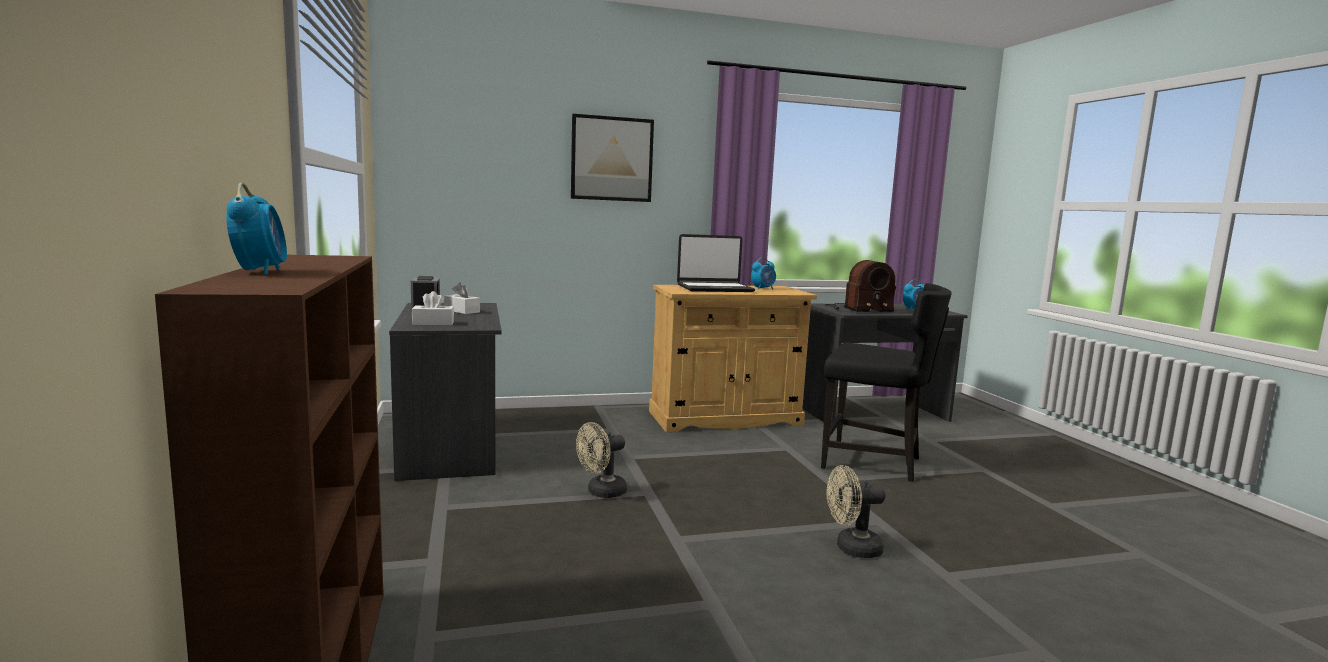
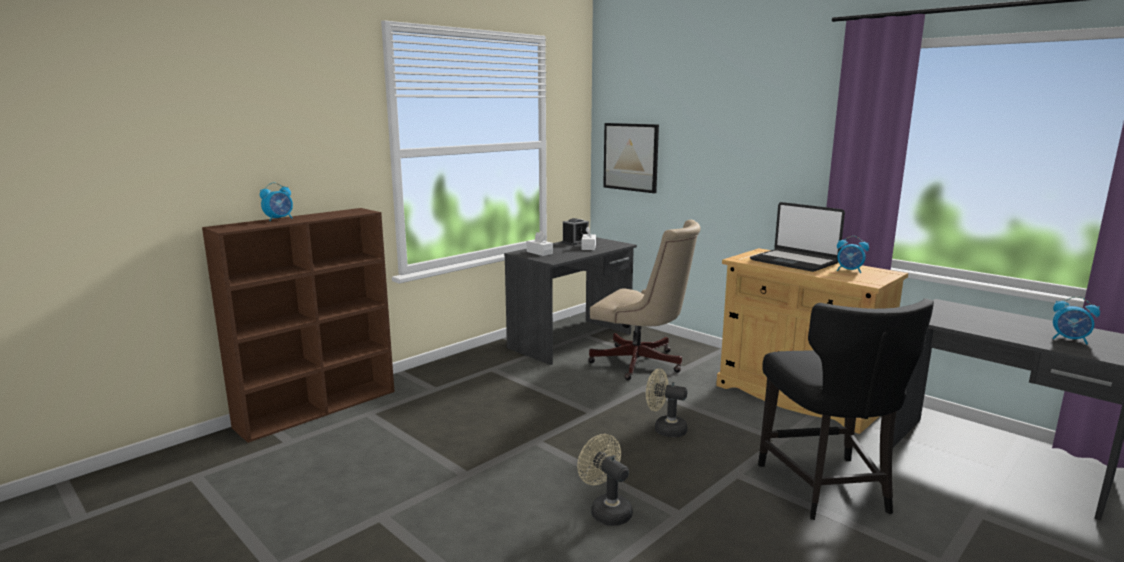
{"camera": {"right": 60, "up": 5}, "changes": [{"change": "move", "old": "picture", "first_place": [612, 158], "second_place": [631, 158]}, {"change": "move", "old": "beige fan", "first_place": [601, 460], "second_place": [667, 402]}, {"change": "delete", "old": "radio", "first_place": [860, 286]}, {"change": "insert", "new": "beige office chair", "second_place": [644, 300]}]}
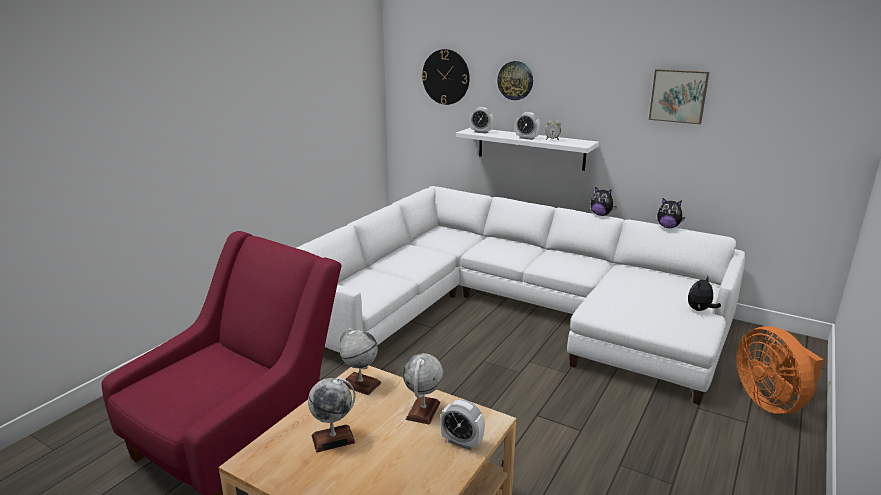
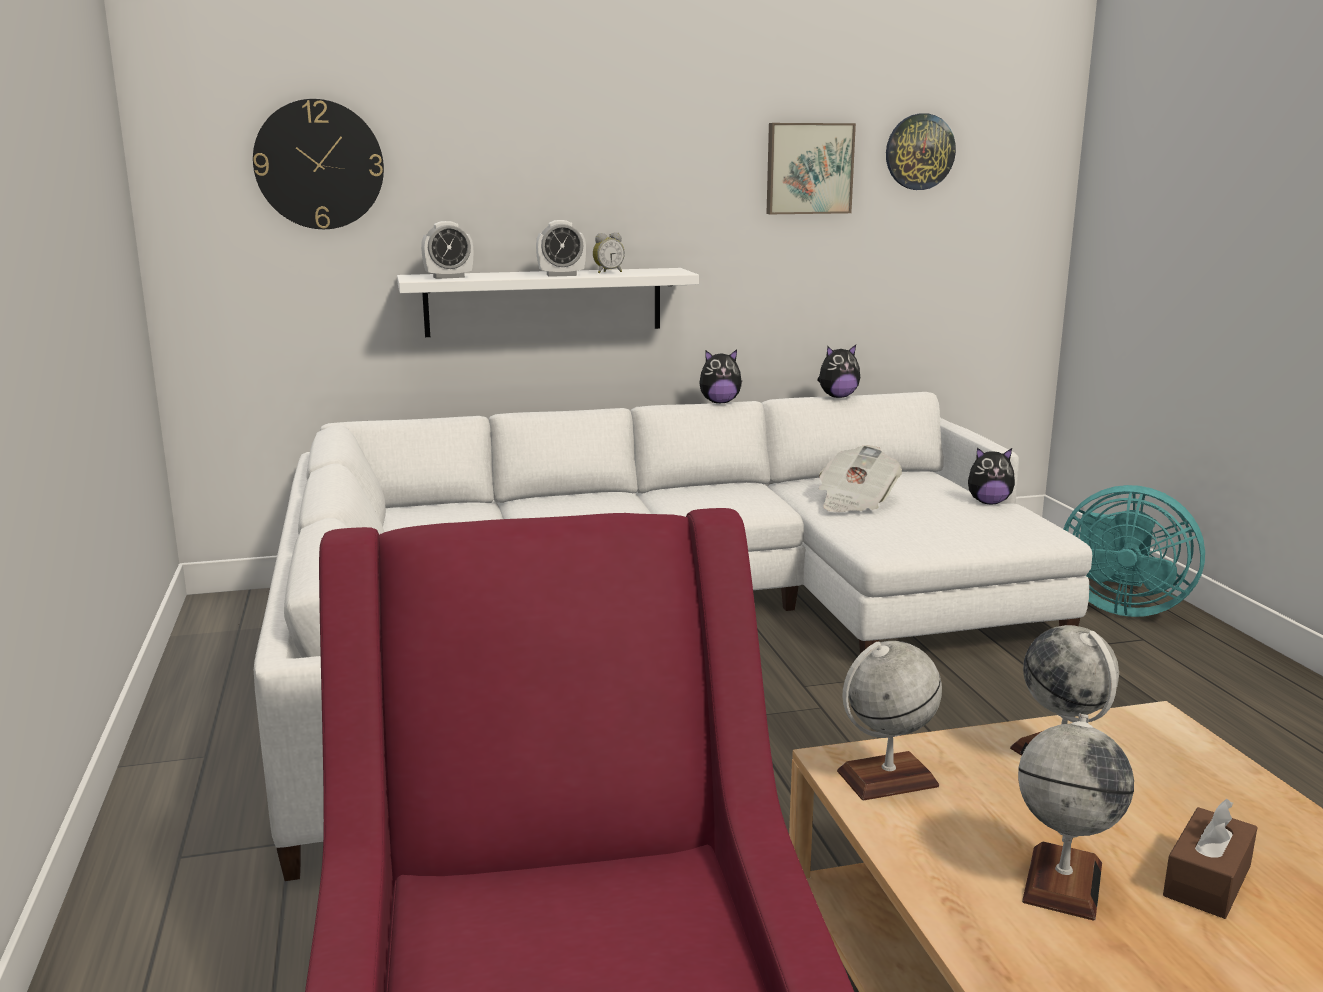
{"camera": {"right": -45, "up": -5}, "changes": [{"change": "delete", "old": "alarm clock", "first_place": [462, 424]}, {"change": "move", "old": "wall clock", "first_place": [515, 80], "second_place": [921, 151]}, {"change": "rotate", "old": "plush toy", "first_place": [704, 293], "second_place": [991, 476], "degrees": -90}, {"change": "recolor", "old": "orange fan", "new": "turquoise fan", "first_place": [780, 370], "second_place": [1134, 551]}, {"change": "insert", "new": "newspaper", "second_place": [860, 478]}, {"change": "insert", "new": "brown tissue box", "second_place": [1210, 859]}]}
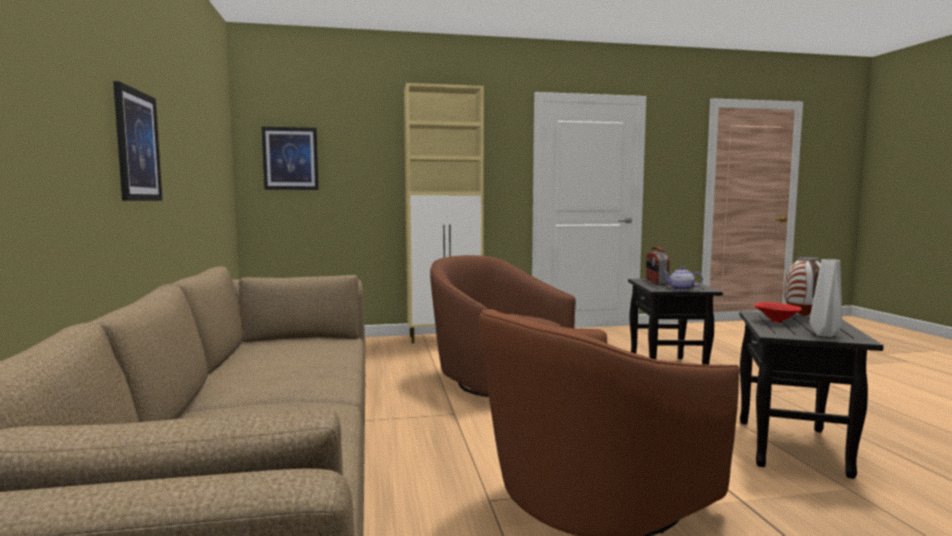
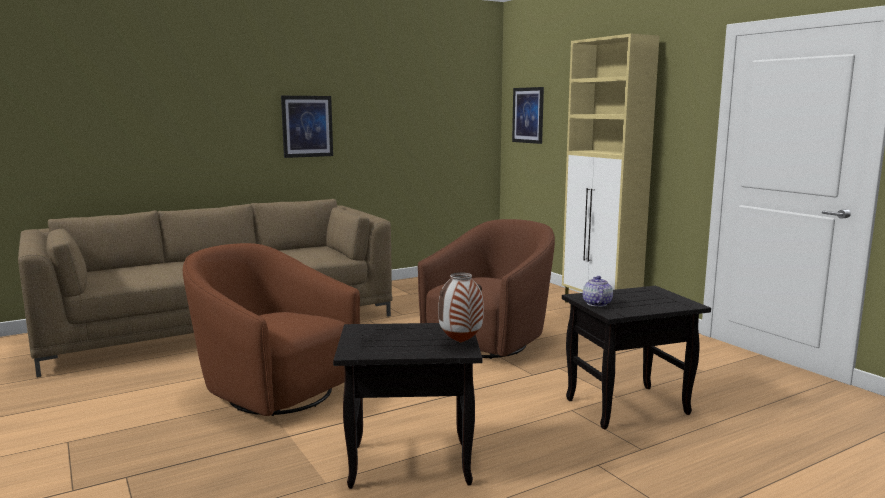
{"camera": {"right": 70, "up": 5}, "changes": [{"change": "delete", "old": "radio", "first_place": [657, 266]}, {"change": "delete", "old": "red bowl", "first_place": [777, 312]}, {"change": "delete", "old": "grey vase", "first_place": [825, 298]}]}
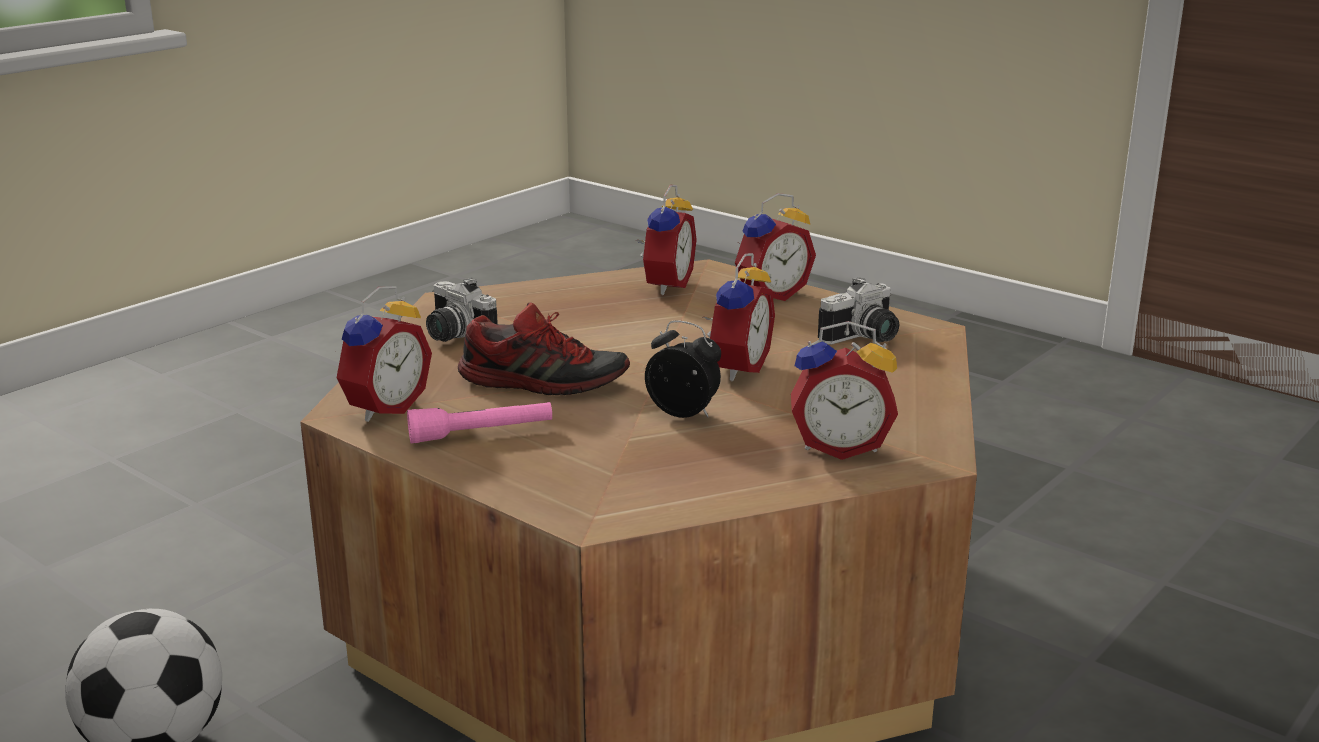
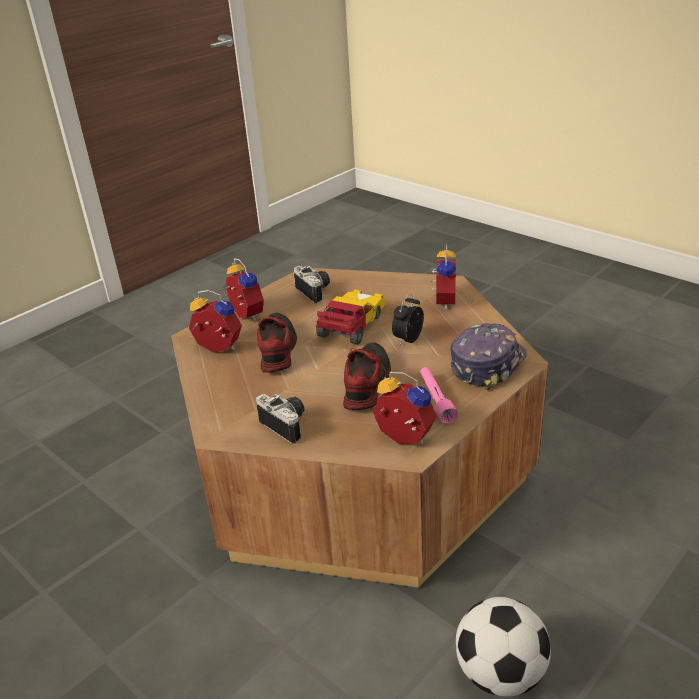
{"camera": {"right": -85, "up": 10}, "changes": [{"change": "rotate", "old": "photo camera", "first_place": [462, 310], "second_place": [280, 419], "degrees": -90}, {"change": "replace", "old": "alarm clock", "new": "toy car", "first_place": [739, 317], "second_place": [350, 316]}, {"change": "insert", "new": "shoe", "second_place": [277, 343]}, {"change": "insert", "new": "cap", "second_place": [488, 356]}]}
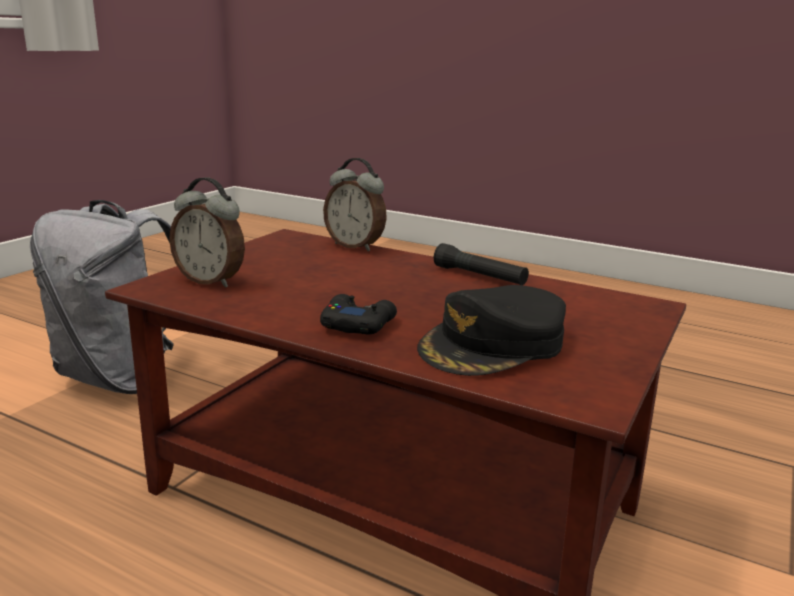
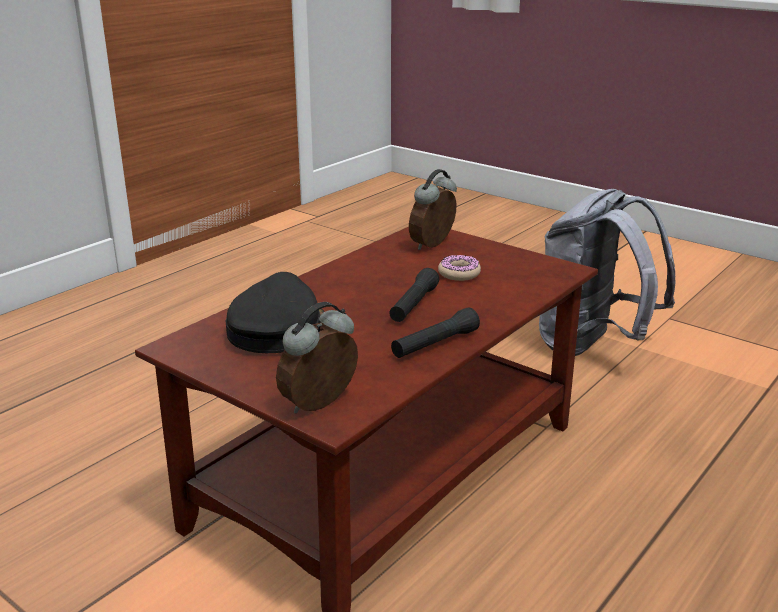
{"camera": {"right": 100, "up": 5}, "changes": [{"change": "delete", "old": "black game controller", "first_place": [358, 314]}, {"change": "move", "old": "alarm clock", "first_place": [355, 204], "second_place": [317, 358]}, {"change": "rotate", "old": "black cap", "first_place": [491, 330], "second_place": [275, 312], "degrees": 45}, {"change": "insert", "new": "black flashlight", "second_place": [414, 295]}, {"change": "insert", "new": "donut", "second_place": [459, 268]}]}
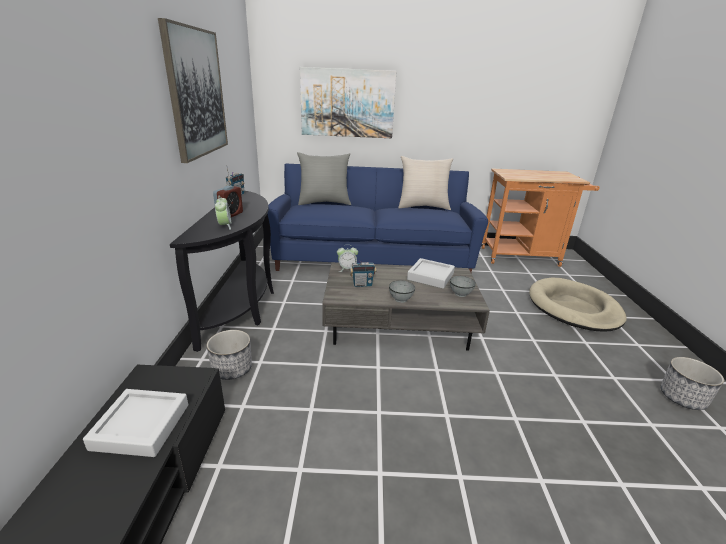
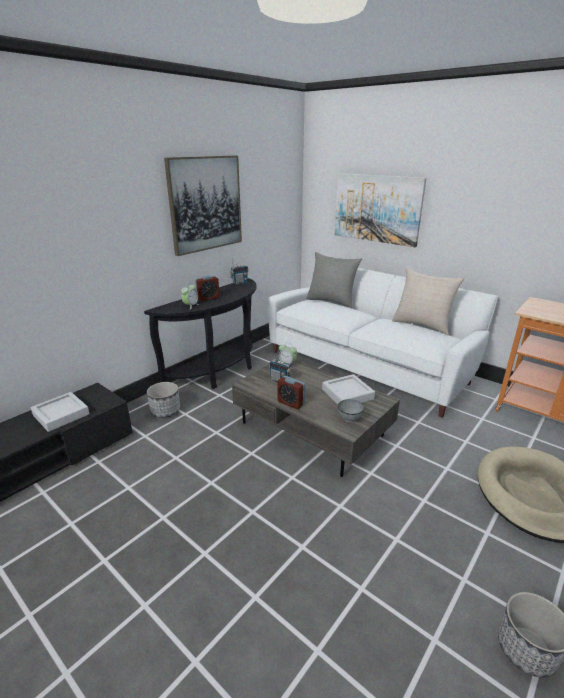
{"camera": {"right": 40, "up": 0}, "changes": [{"change": "recolor", "old": "blue sofa", "new": "white sofa", "first_place": [377, 218], "second_place": [382, 342]}, {"change": "replace", "old": "grey bowl", "new": "alarm clock", "first_place": [402, 291], "second_place": [292, 392]}]}
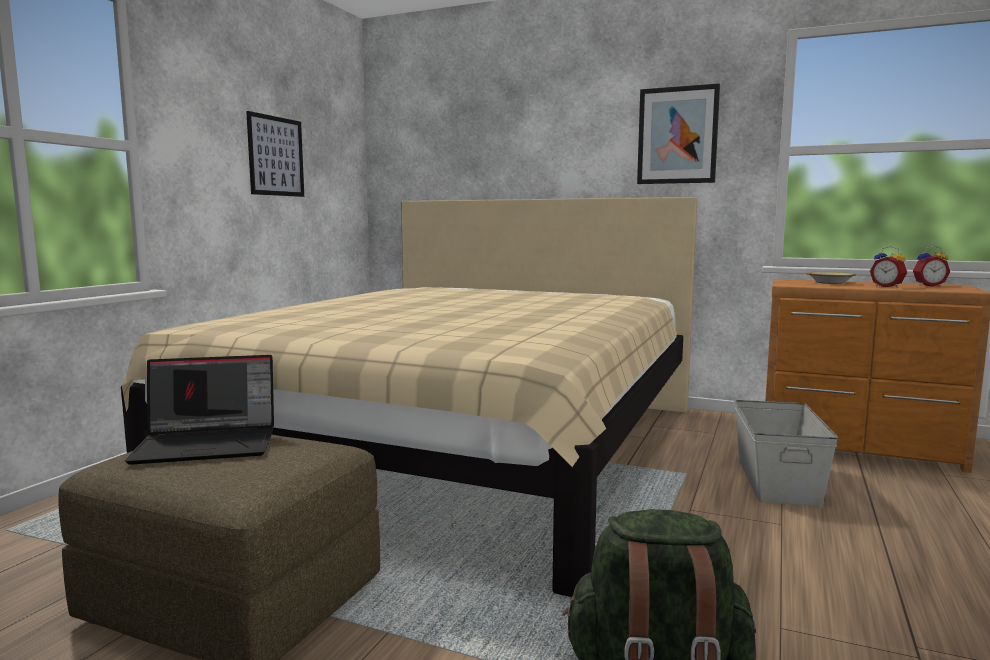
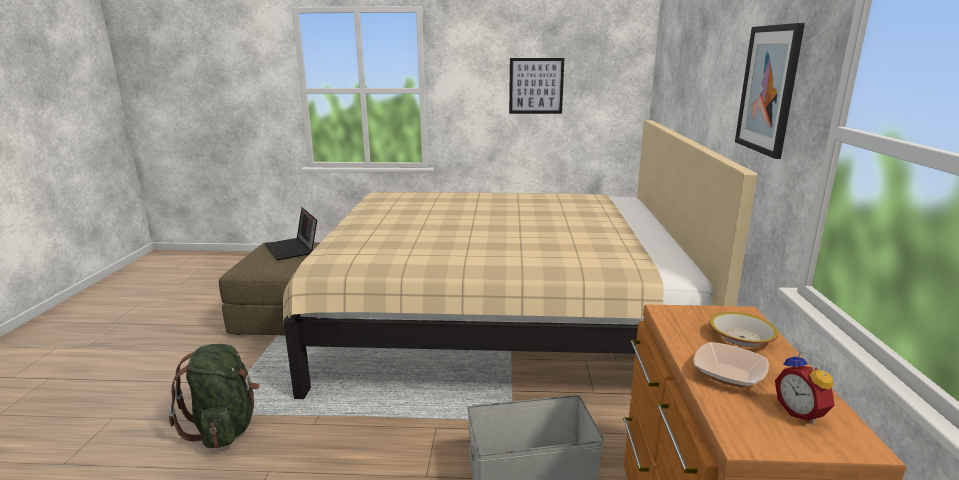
{"camera": {"right": 70, "up": 10}, "changes": [{"change": "replace", "old": "alarm clock", "new": "bowl", "first_place": [888, 267], "second_place": [731, 365]}]}
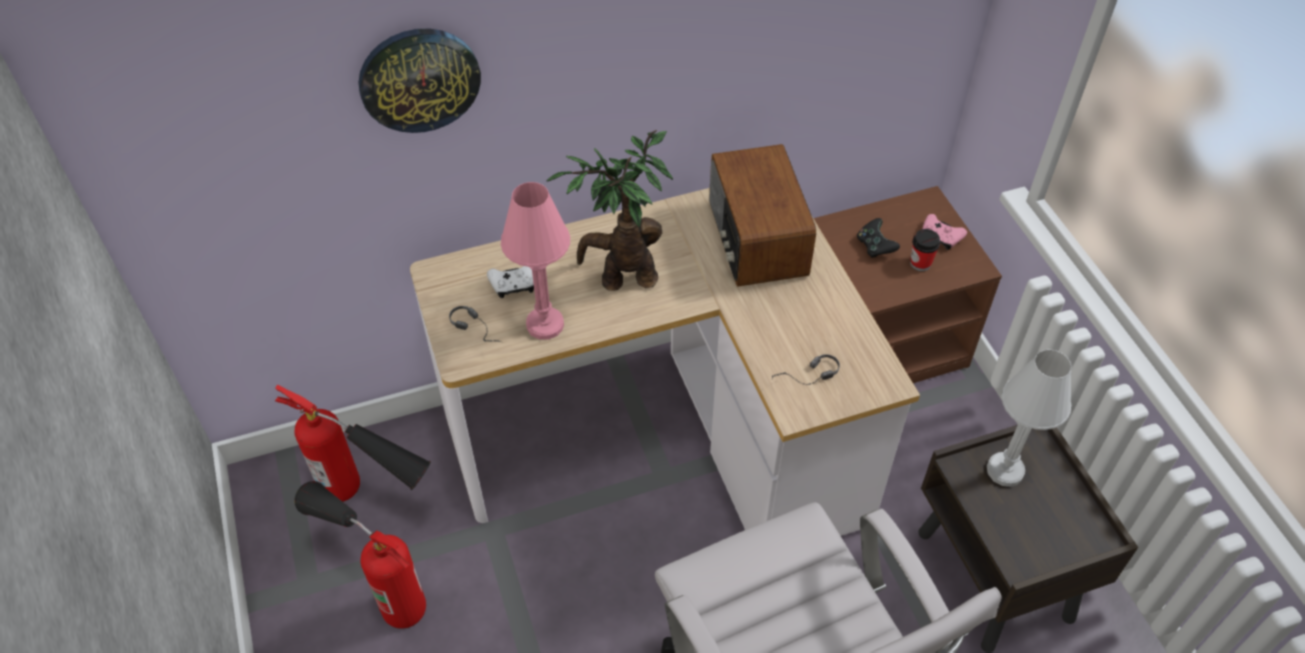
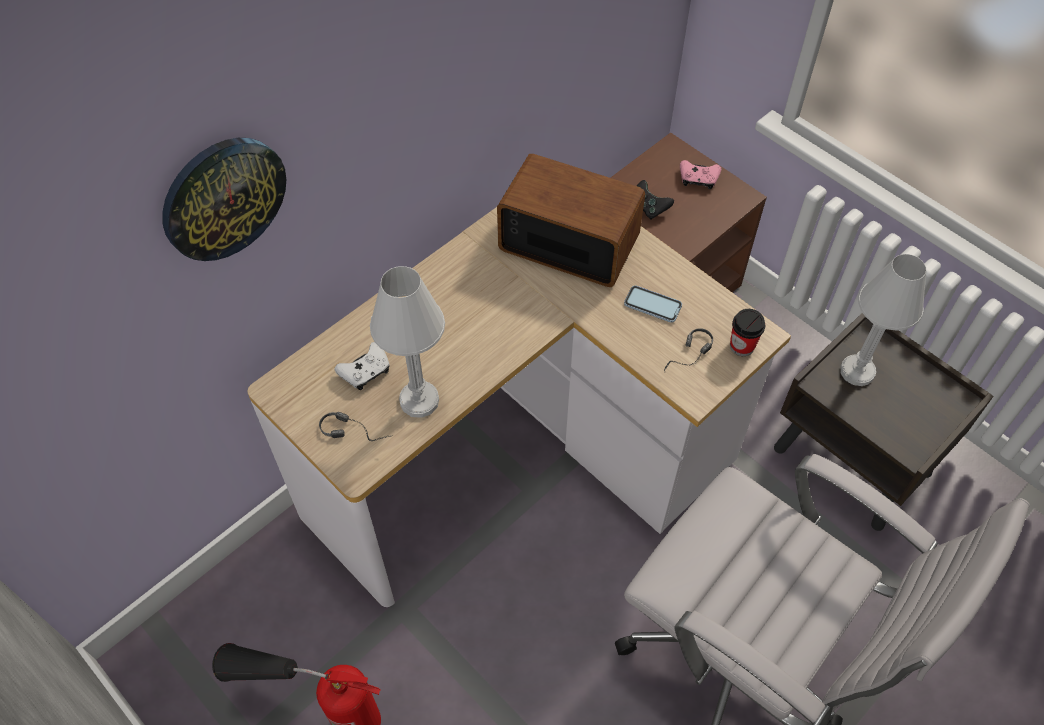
{"camera": {"right": -25, "up": 5}, "changes": [{"change": "delete", "old": "fire extinguisher", "first_place": [353, 443]}, {"change": "recolor", "old": "pink table lamp", "new": "white table lamp", "first_place": [535, 261], "second_place": [407, 342]}, {"change": "delete", "old": "potted plant", "first_place": [610, 210]}, {"change": "rotate", "old": "radio", "first_place": [762, 215], "second_place": [571, 220], "degrees": 150}, {"change": "move", "old": "cup", "first_place": [925, 250], "second_place": [747, 332]}, {"change": "insert", "new": "phone", "second_place": [653, 304]}]}
